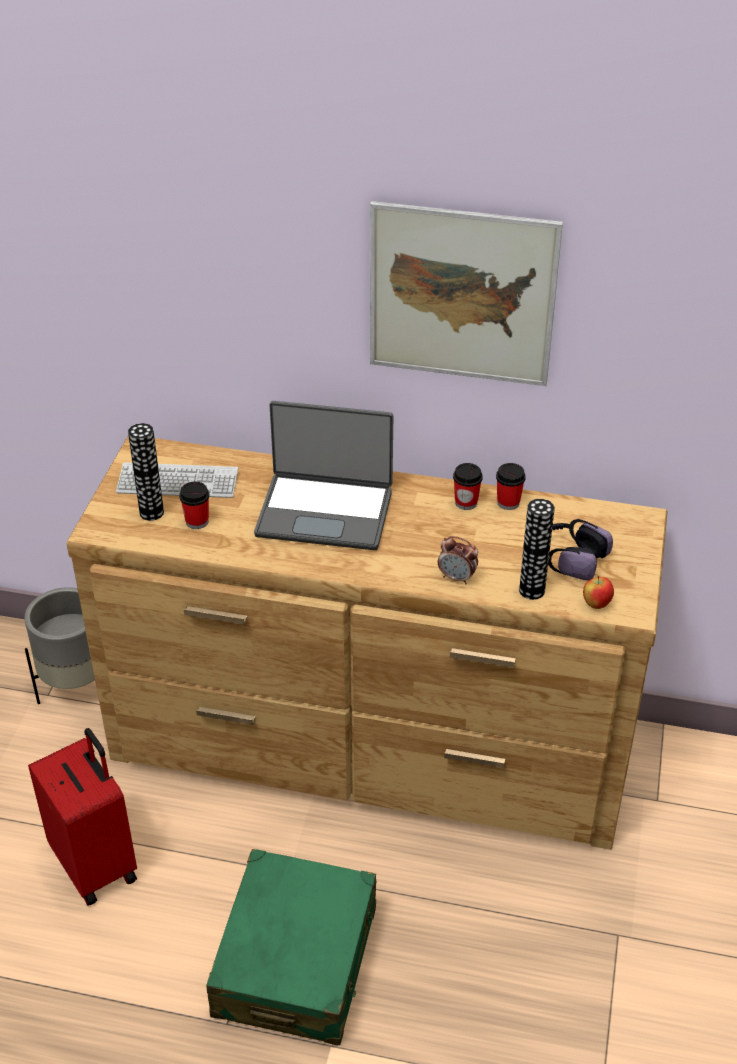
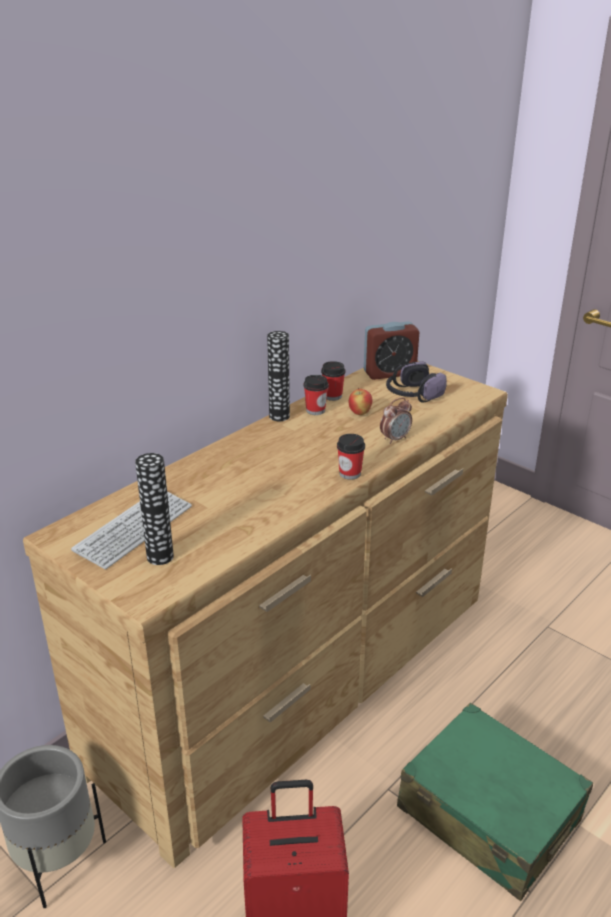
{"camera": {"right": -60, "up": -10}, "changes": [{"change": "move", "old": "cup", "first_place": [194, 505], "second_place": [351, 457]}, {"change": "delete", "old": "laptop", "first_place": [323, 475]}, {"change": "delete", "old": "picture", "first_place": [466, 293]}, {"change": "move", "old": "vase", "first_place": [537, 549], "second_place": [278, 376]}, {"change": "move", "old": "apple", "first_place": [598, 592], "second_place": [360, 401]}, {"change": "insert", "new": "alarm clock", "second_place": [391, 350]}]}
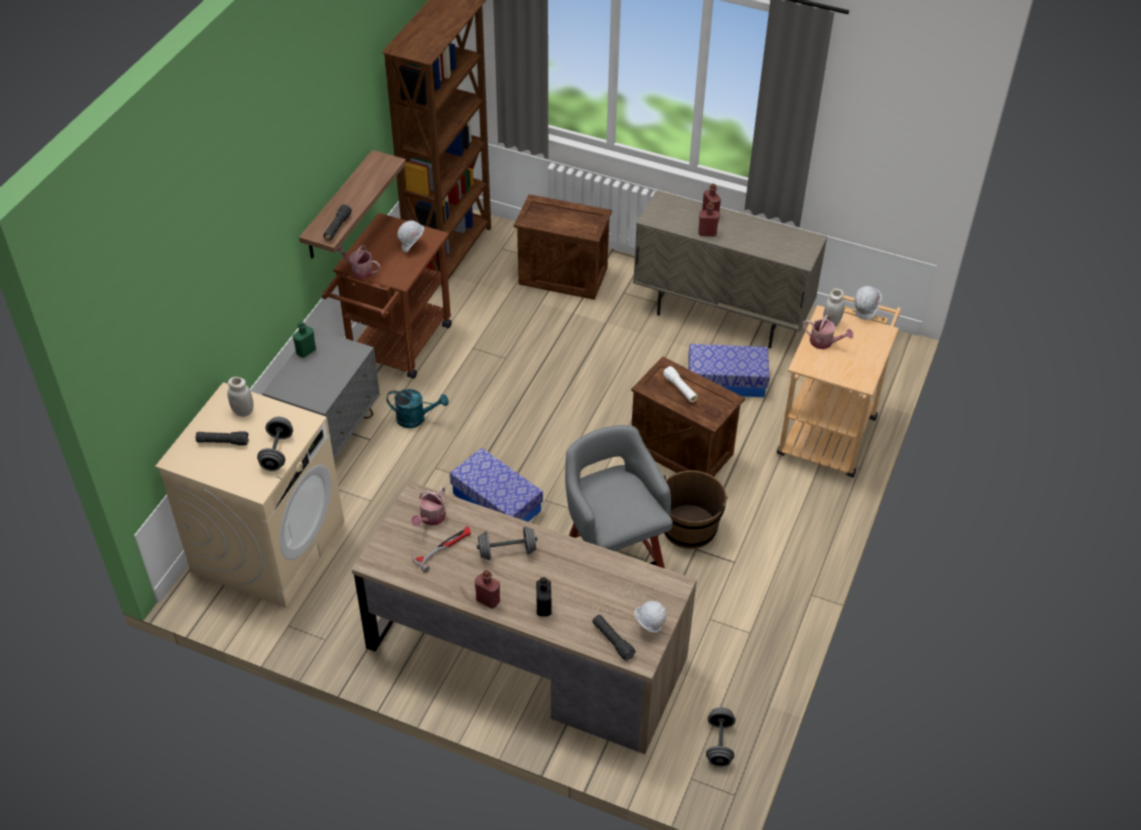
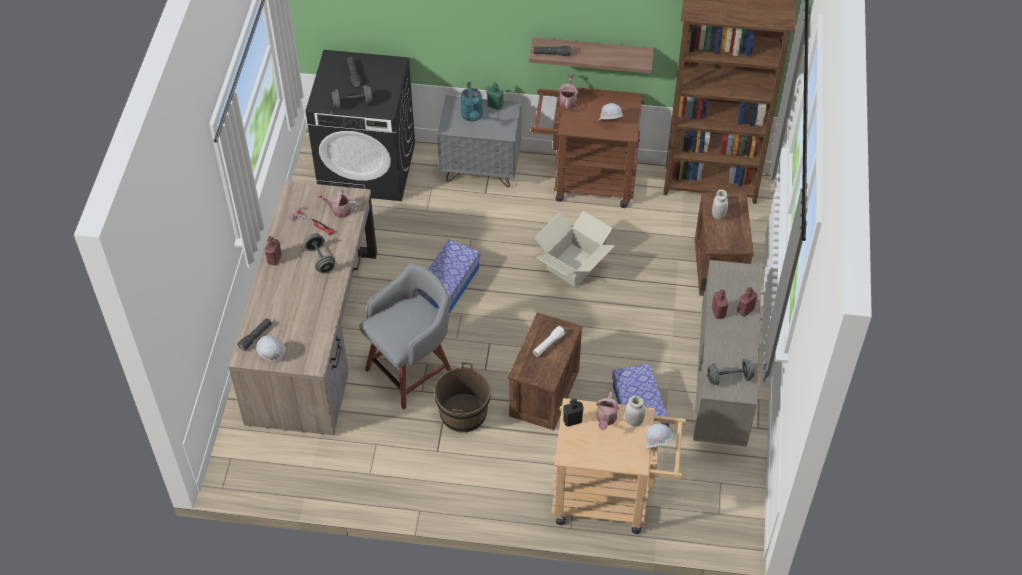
{"camera": {"right": 75, "up": 5}, "changes": [{"change": "recolor", "old": "beige washing machine", "new": "black washing machine", "first_place": [249, 495], "second_place": [360, 125]}, {"change": "move", "old": "white jar", "first_place": [240, 397], "second_place": [720, 204]}, {"change": "move", "old": "turquoise watering can", "first_place": [418, 408], "second_place": [471, 101]}, {"change": "move", "old": "black bottle", "first_place": [543, 596], "second_place": [573, 413]}, {"change": "move", "old": "grey dumbbell", "first_place": [720, 737], "second_place": [731, 372]}, {"change": "insert", "new": "cardboard box", "second_place": [574, 249]}]}
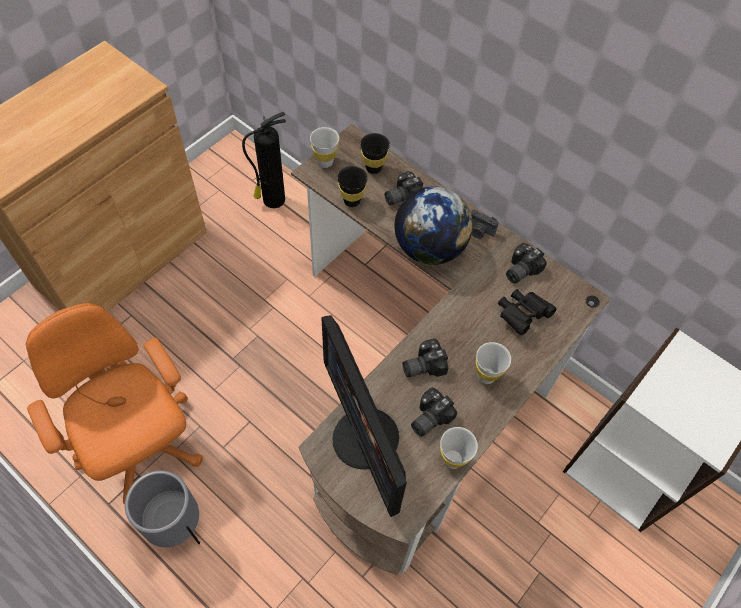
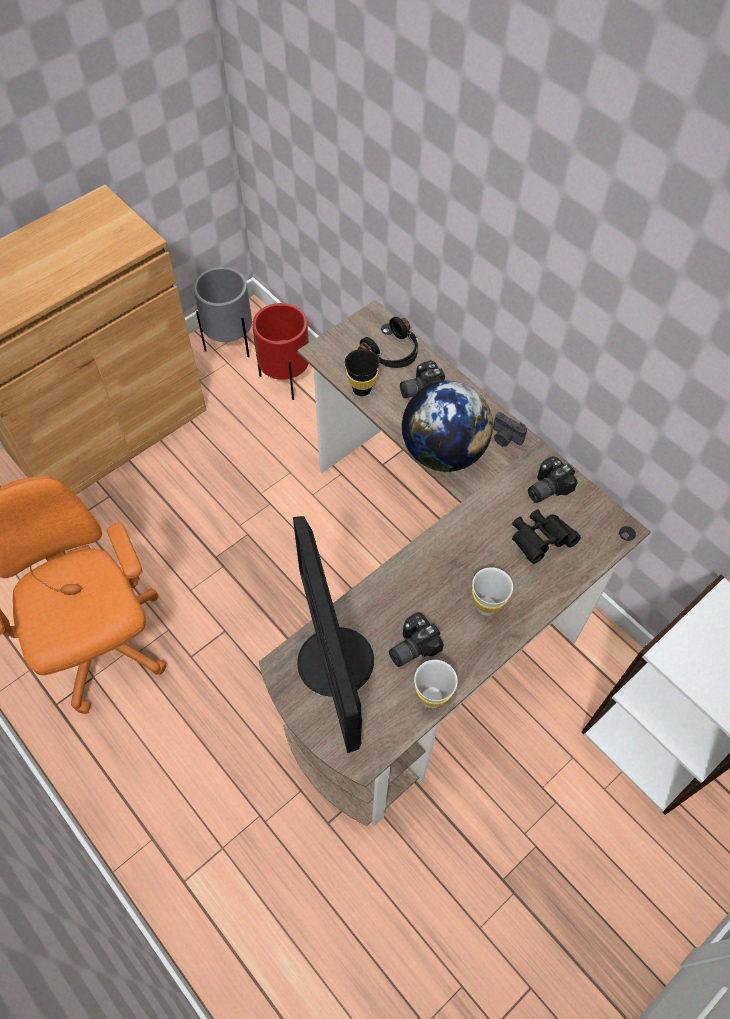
{"camera": {"right": 10, "up": 0}, "changes": [{"change": "move", "old": "grey planter", "first_place": [162, 508], "second_place": [222, 312]}, {"change": "replace", "old": "fire extinguisher", "new": "red planter", "first_place": [264, 160], "second_place": [280, 351]}, {"change": "delete", "old": "white cup", "first_place": [324, 147]}, {"change": "replace", "old": "black cup", "new": "black headphones", "first_place": [375, 153], "second_place": [388, 342]}, {"change": "delete", "old": "photo camera", "first_place": [425, 358]}]}
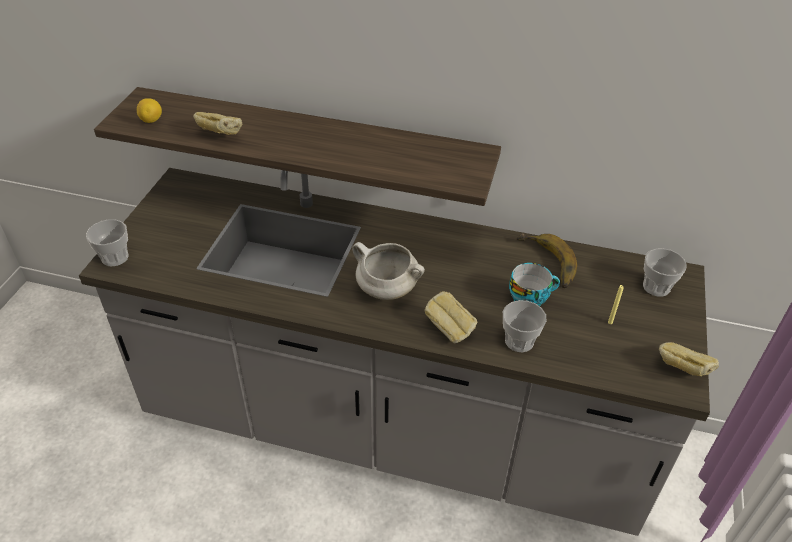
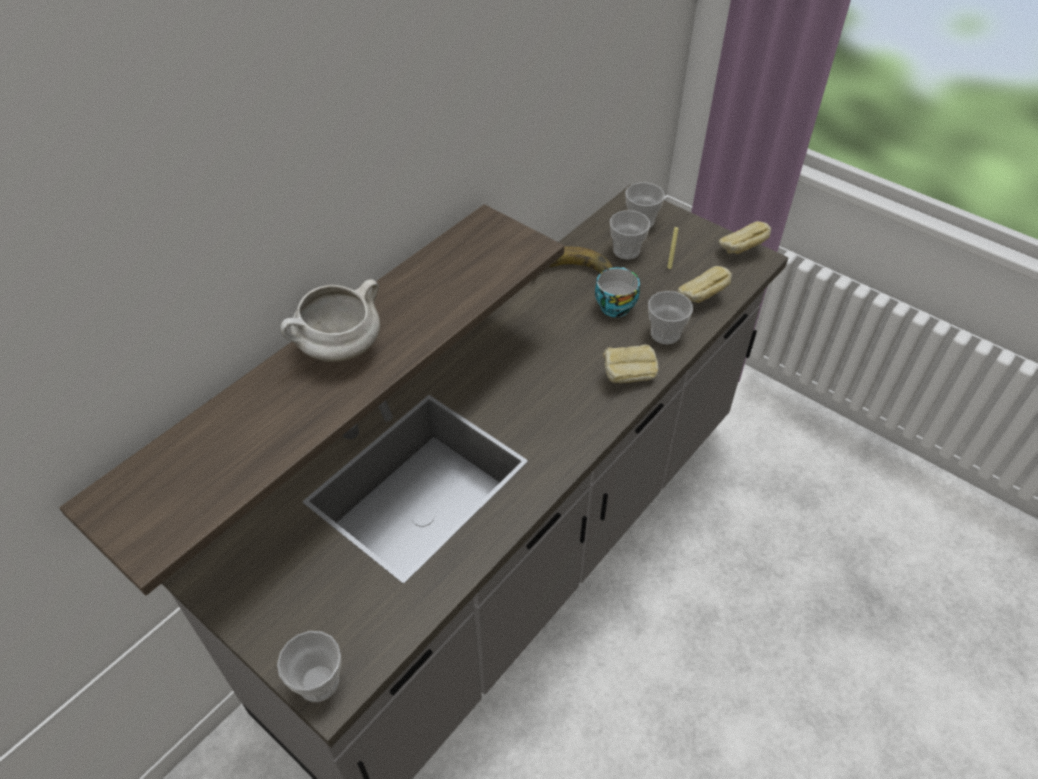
{"camera": {"right": -65, "up": 5}, "changes": [{"change": "delete", "old": "lemon", "first_place": [149, 110]}, {"change": "move", "old": "bread", "first_place": [217, 123], "second_place": [705, 284]}, {"change": "move", "old": "white cooking pot", "first_place": [388, 271], "second_place": [330, 320]}, {"change": "insert", "new": "cup", "second_place": [630, 234]}]}
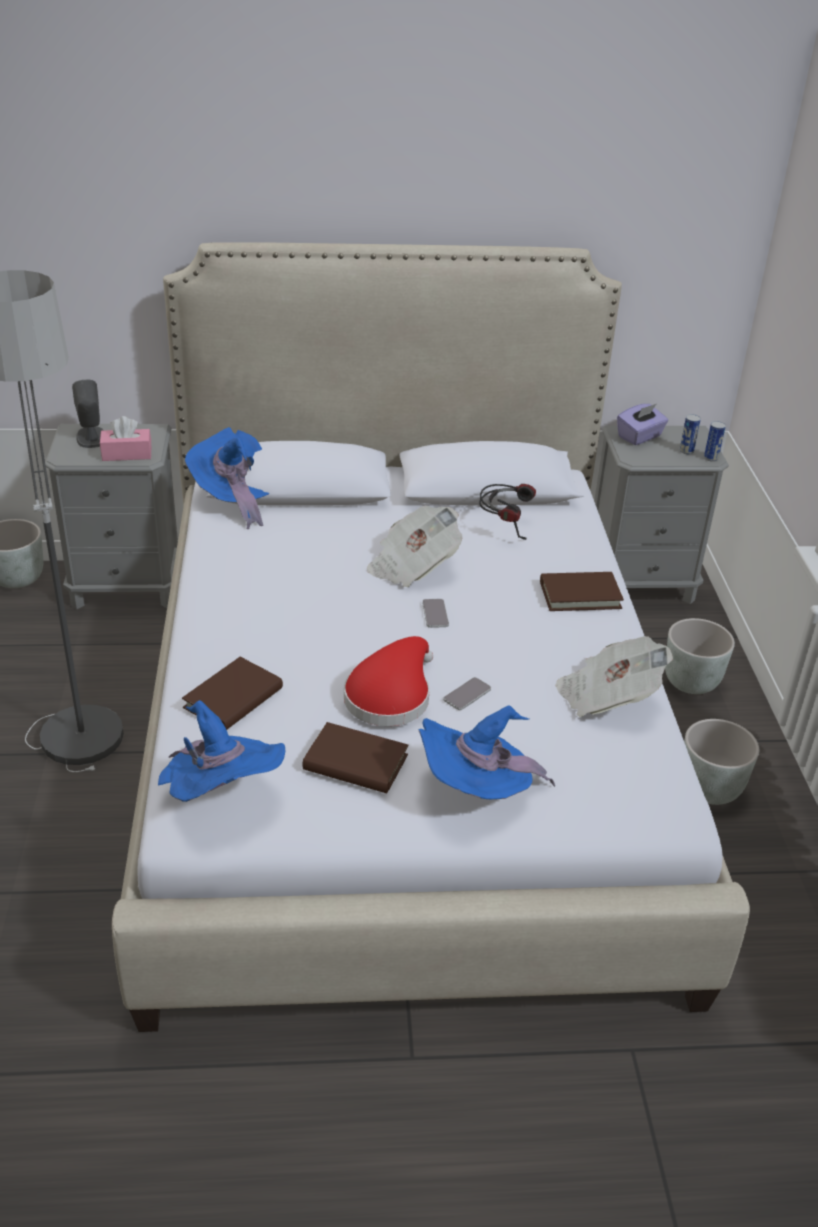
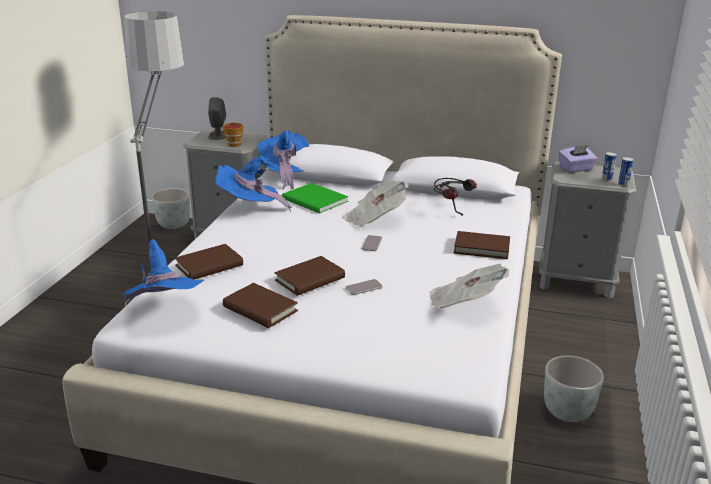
{"camera": {"right": 20, "up": -10}, "changes": [{"change": "replace", "old": "pink tissue box", "new": "cup", "first_place": [125, 438], "second_place": [232, 135]}, {"change": "replace", "old": "red hat", "new": "brown book", "first_place": [388, 681], "second_place": [309, 276]}, {"change": "move", "old": "blue hat", "first_place": [487, 752], "second_place": [253, 183]}, {"change": "delete", "old": "grey planter", "first_place": [700, 656]}, {"change": "insert", "new": "green book", "second_place": [315, 198]}]}
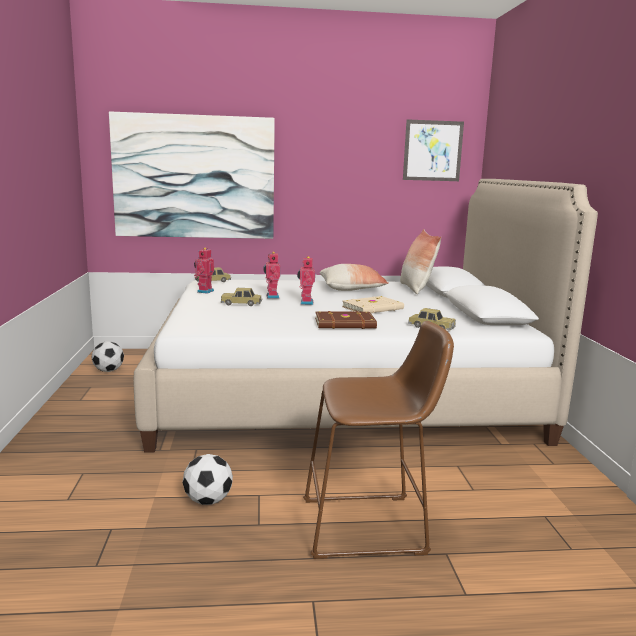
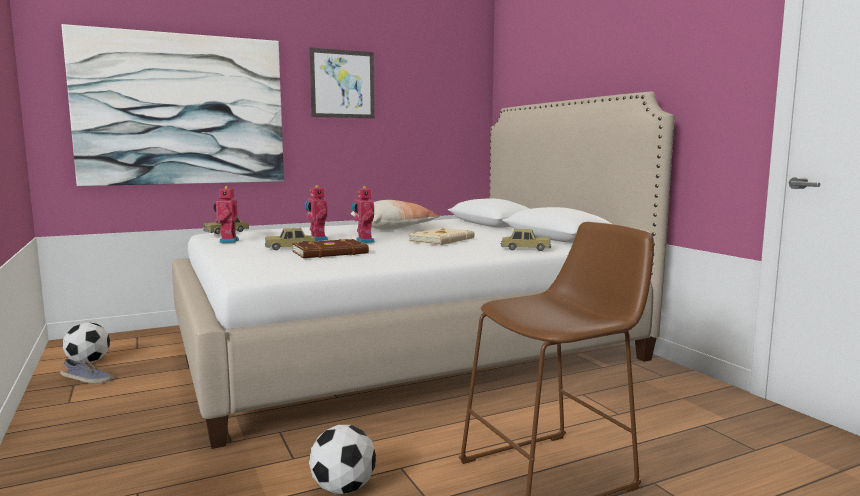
{"camera": {"right": -20, "up": -5}, "changes": [{"change": "move", "old": "brown book", "first_place": [346, 320], "second_place": [330, 248]}, {"change": "delete", "old": "pillow", "first_place": [420, 261]}, {"change": "move", "old": "picture", "first_place": [433, 150], "second_place": [342, 83]}, {"change": "insert", "new": "shoe", "second_place": [87, 371]}]}
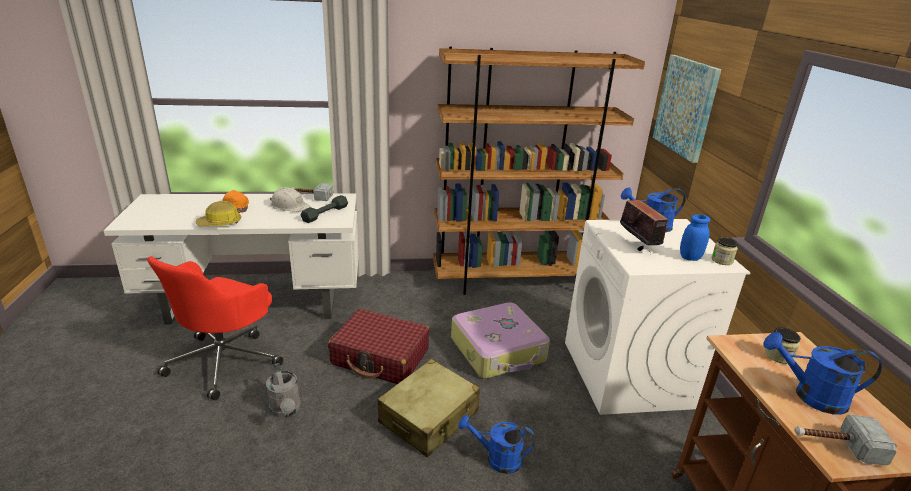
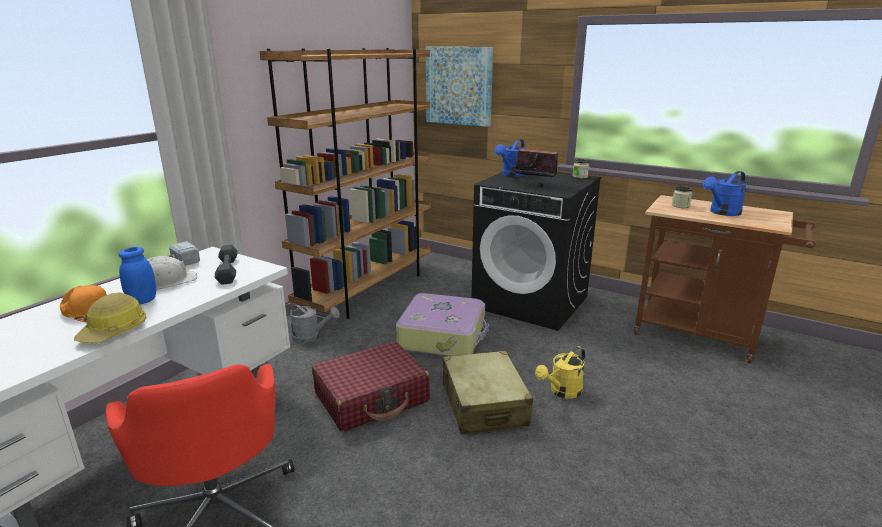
{"camera": {"right": -50, "up": -5}, "changes": [{"change": "move", "old": "grey watering can", "first_place": [283, 390], "second_place": [312, 323]}, {"change": "recolor", "old": "blue watering can", "new": "yellow watering can", "first_place": [496, 444], "second_place": [560, 372]}, {"change": "recolor", "old": "white washing machine", "new": "black washing machine", "first_place": [658, 317], "second_place": [536, 251]}, {"change": "move", "old": "blue jar", "first_place": [695, 238], "second_place": [137, 276]}, {"change": "delete", "old": "hammer", "first_place": [845, 440]}]}
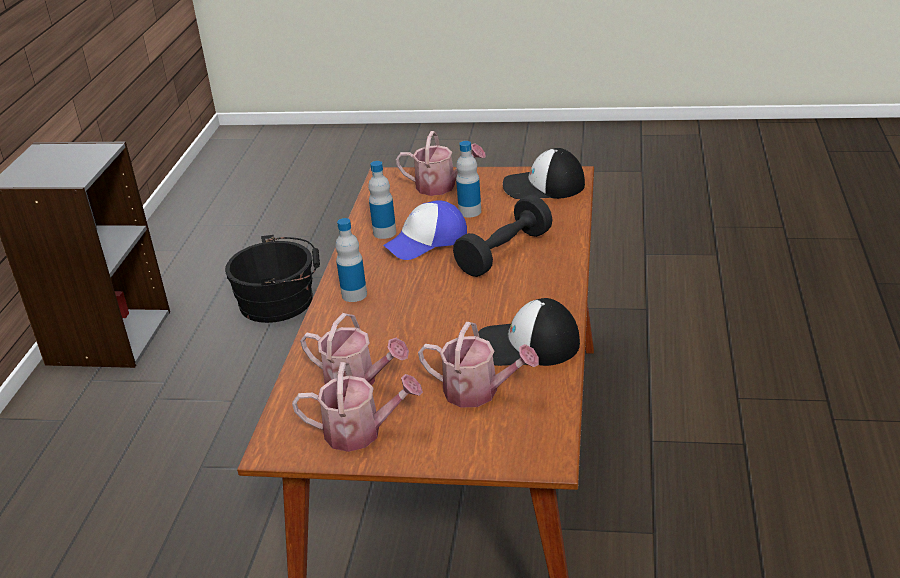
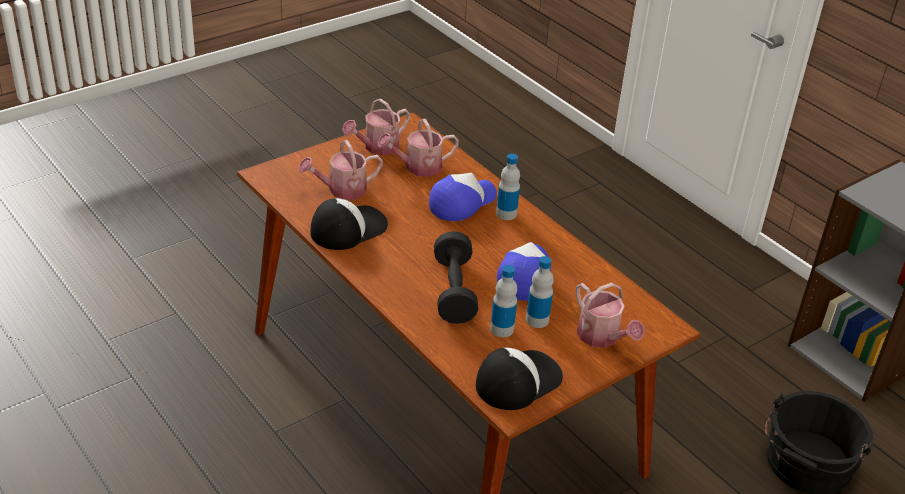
{"camera": {"right": 130, "up": 5}, "changes": [{"change": "move", "old": "bottle", "first_place": [382, 200], "second_place": [503, 301]}, {"change": "rotate", "old": "watering can", "first_place": [441, 163], "second_place": [610, 315], "degrees": -90}, {"change": "insert", "new": "cap", "second_place": [463, 197]}]}
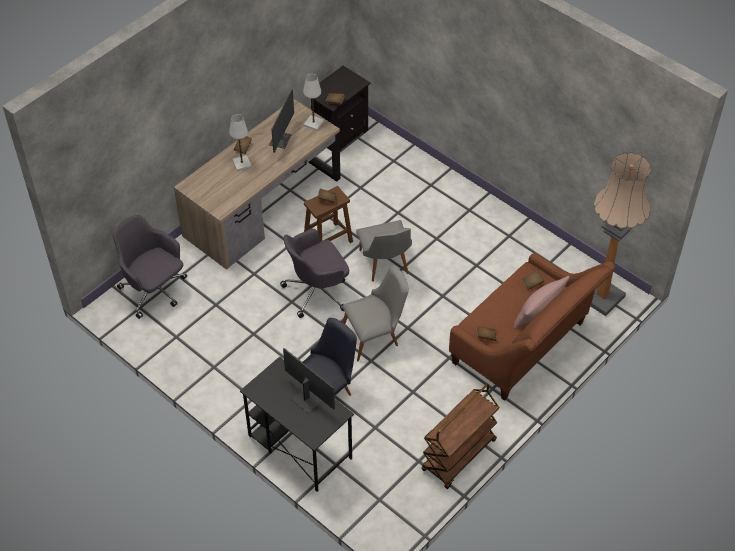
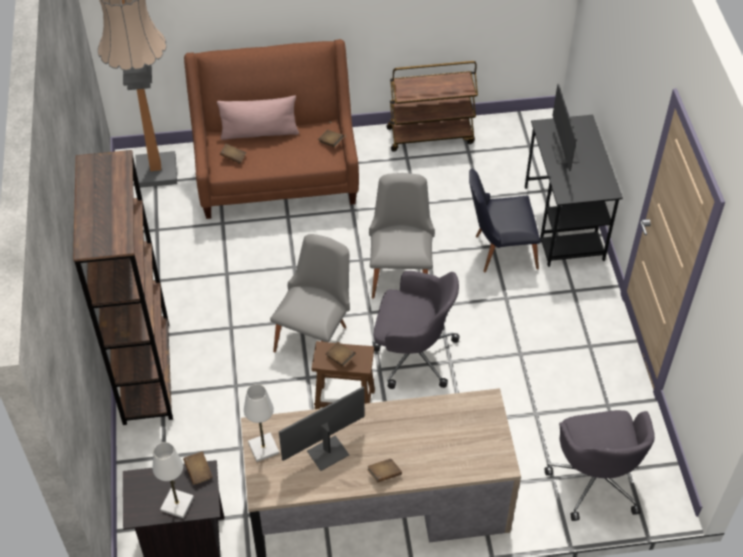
{"camera": {"right": -140, "up": 0}, "changes": [{"change": "move", "old": "white table lamp", "first_place": [240, 142], "second_place": [173, 480]}, {"change": "rotate", "old": "grey chair", "first_place": [375, 313], "second_place": [402, 236], "degrees": 75}, {"change": "insert", "new": "brown bookcase", "second_place": [123, 287]}]}
